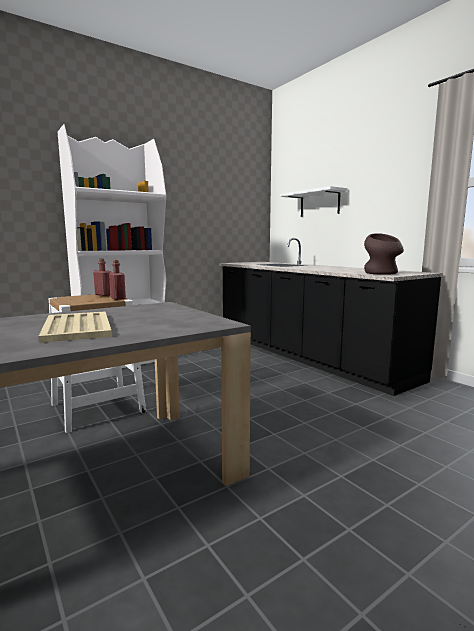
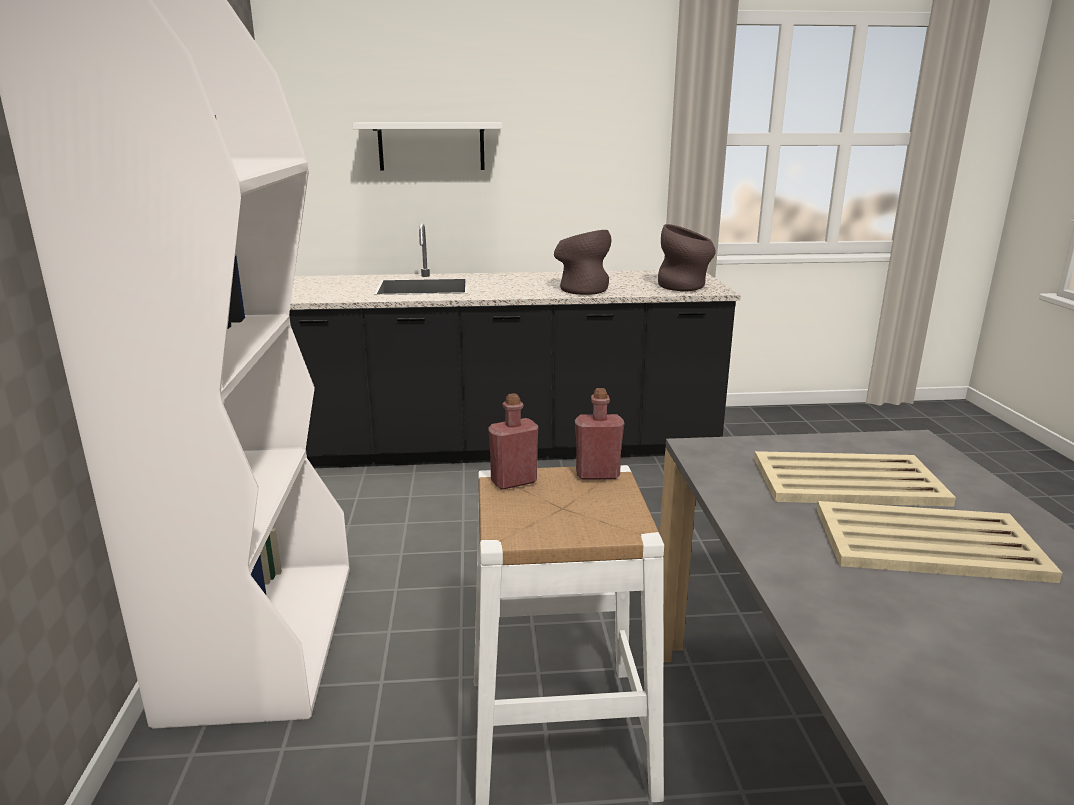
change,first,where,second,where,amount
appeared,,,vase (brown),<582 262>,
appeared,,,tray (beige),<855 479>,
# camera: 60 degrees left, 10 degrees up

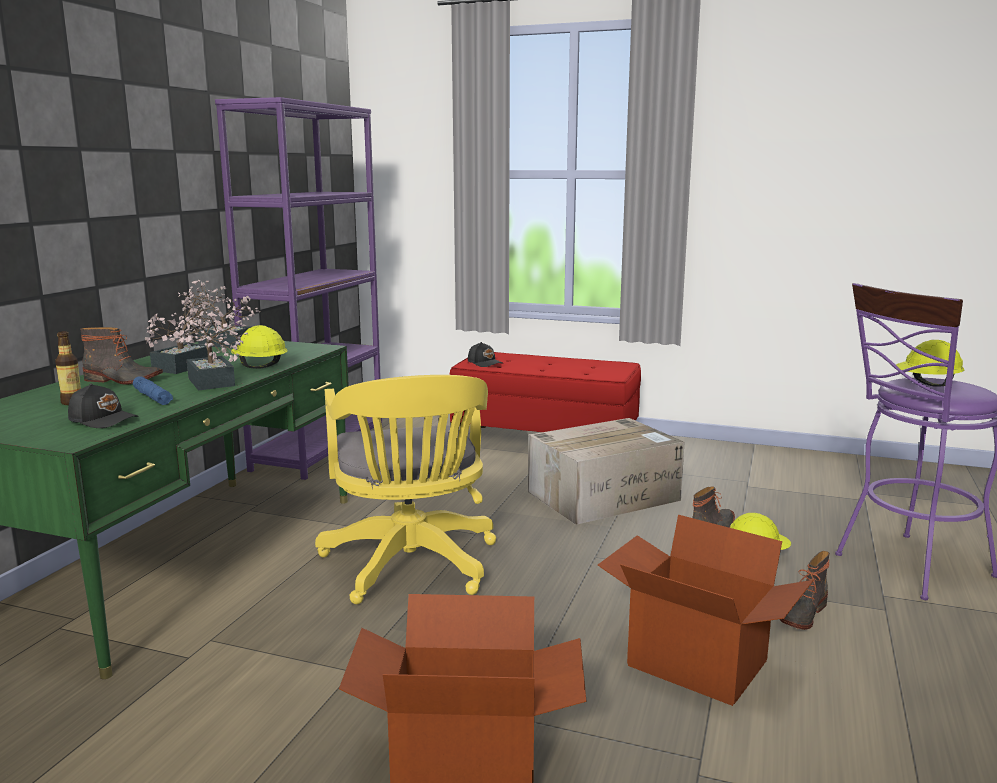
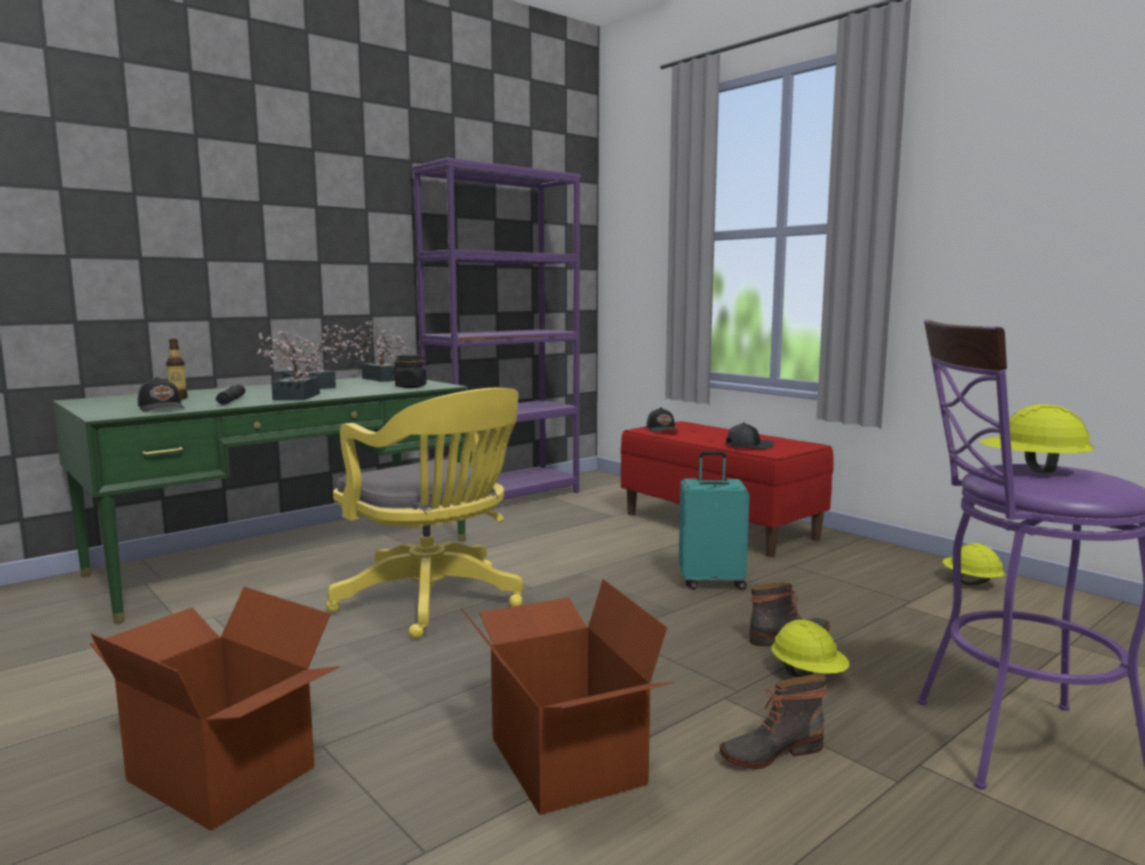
change,first,where,second,where,amount
colour,flashlight (blue),<153 390>,flashlight (black),<231 395>,
spun,office chair (yellow),<405 489>,,<424 513>,60 degrees counterclockwise
appeared,,,jar (black),<411 371>,
exchanged,cardboard box,<606 471>,suitcase (turquoise),<714 520>,
appeared,,,cap (black),<750 435>,
relocated,hard hat (yellow),<259 347>,,<974 564>,
missing,boot,<121 356>,,,
# camera: 30 degrees right, 5 degrees down

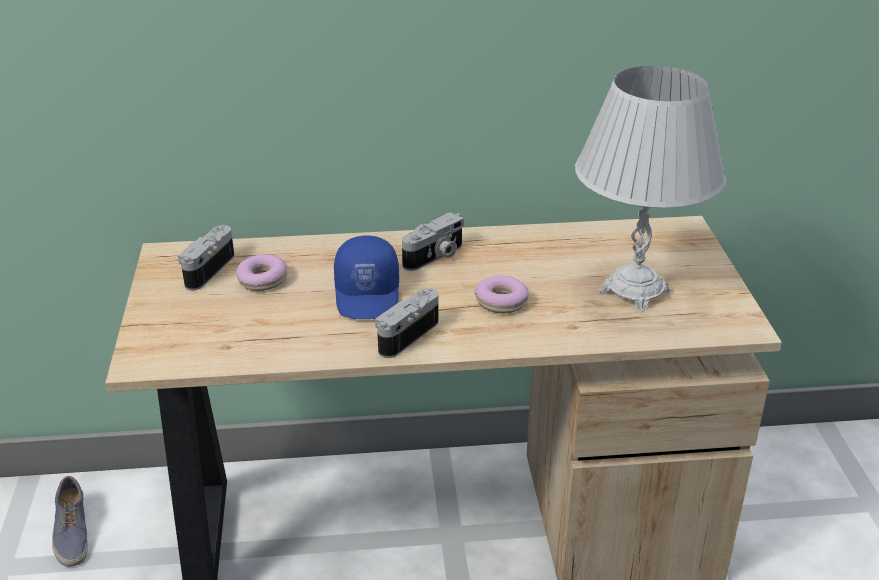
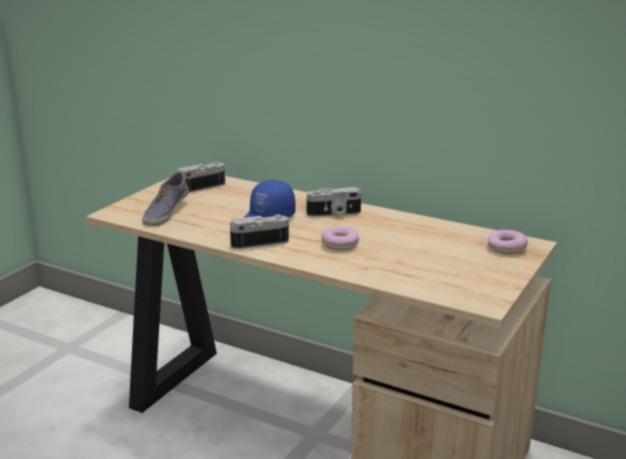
change,first,where,second,where,amount
relocated,shoe,<70 521>,,<165 199>,
relocated,donut,<261 272>,,<508 242>,
missing,table lamp (white),<651 189>,,,
# camera: 35 degrees right, 10 degrees down

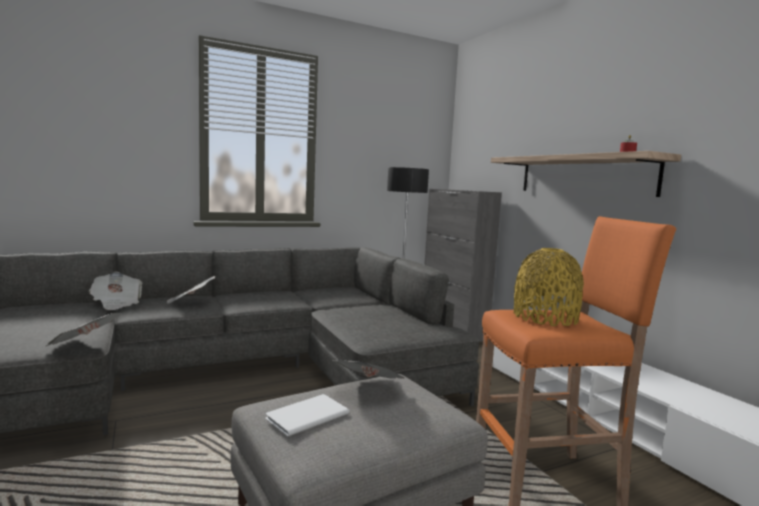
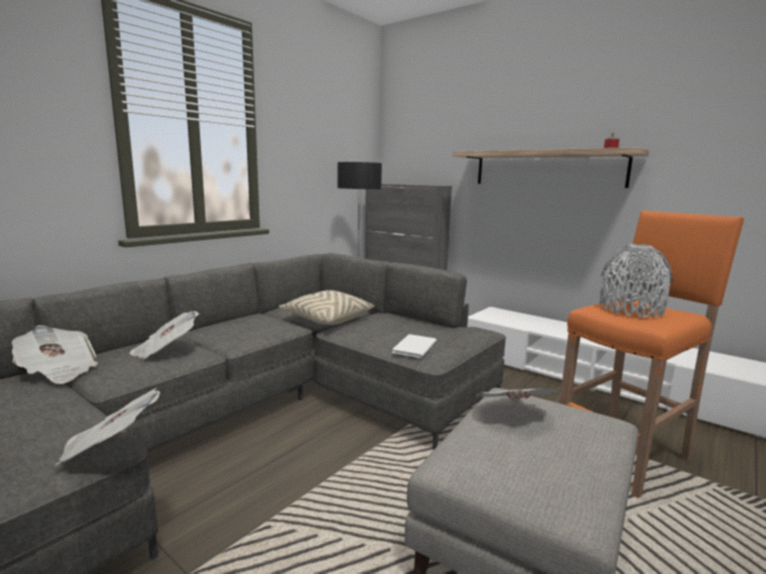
change,first,where,second,where,amount
appeared,,,pillow (beige),<326 307>,
relocated,book (white),<307 415>,,<414 346>,
colour,vase (yellow),<549 287>,vase (grey),<636 281>,
# camera: 25 degrees left, 5 degrees up

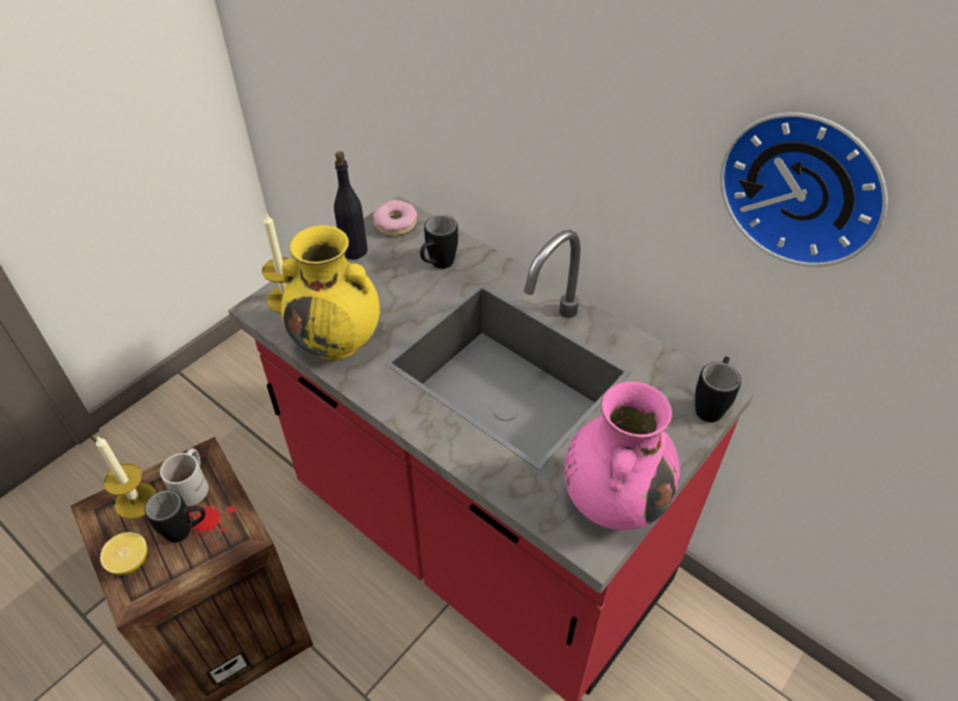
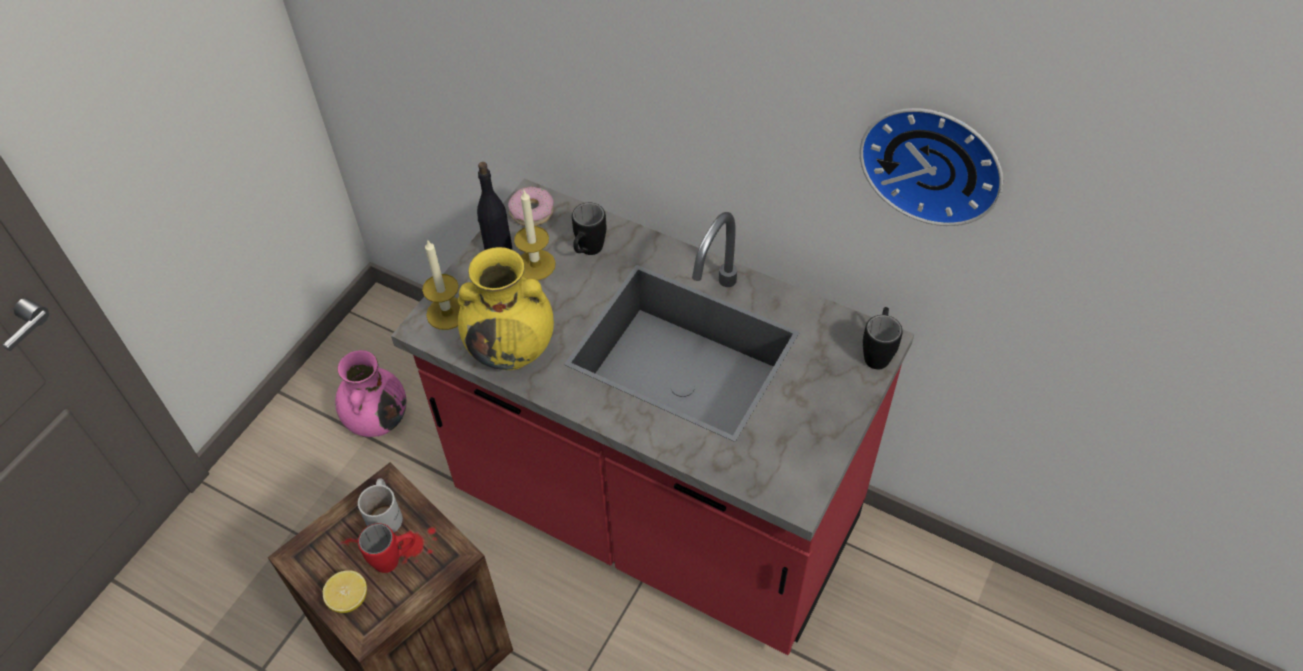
change,first,where,second,where,amount
relocated,vase (pink),<622 455>,,<370 393>,
colour,mug (black),<175 516>,mug (red),<386 548>,
relocated,candle,<126 477>,,<535 235>,
# camera: 10 degrees left, 5 degrees up

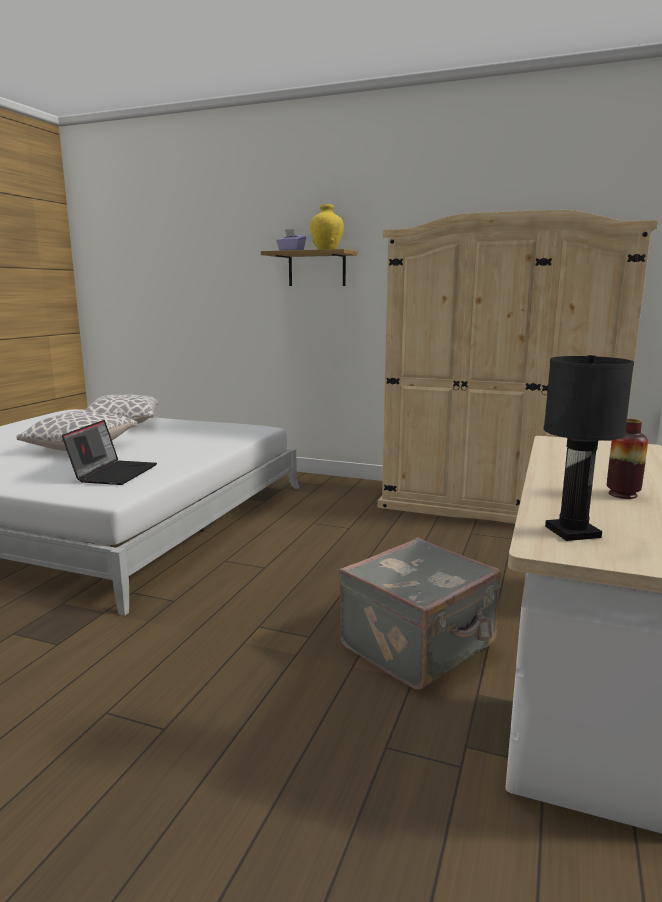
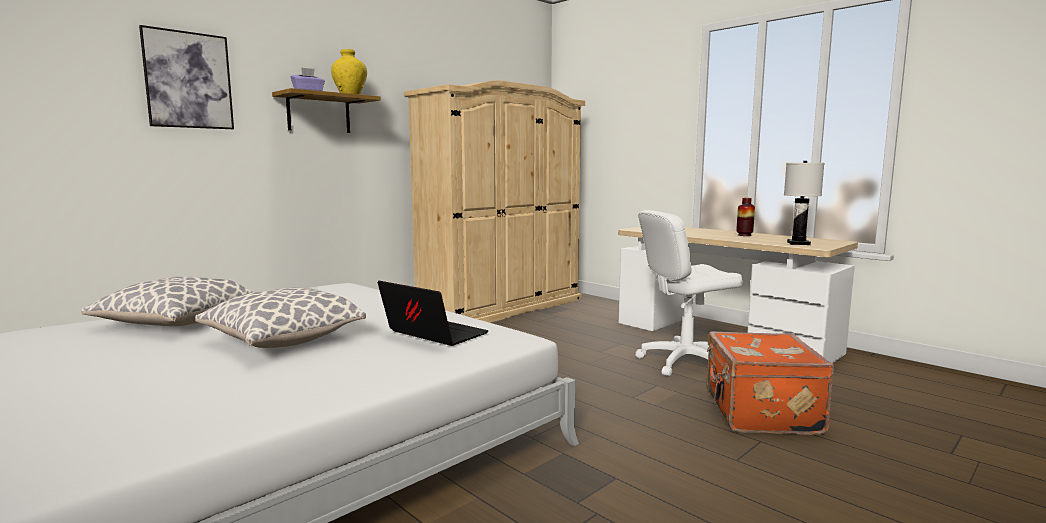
change,first,where,second,where,amount
appeared,,,picture,<186 77>,
exchanged,suitcase (grey),<420 613>,office chair (white),<689 293>,
appeared,,,suitcase (orange),<770 383>,
colour,table lamp (black),<589 448>,table lamp (white),<804 203>,
# camera: 65 degrees left, 5 degrees down

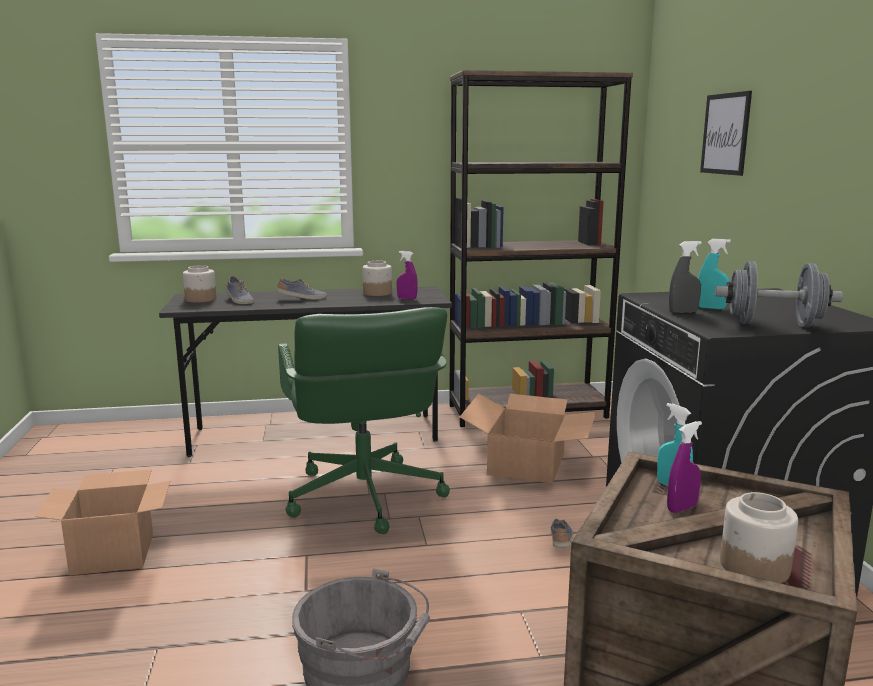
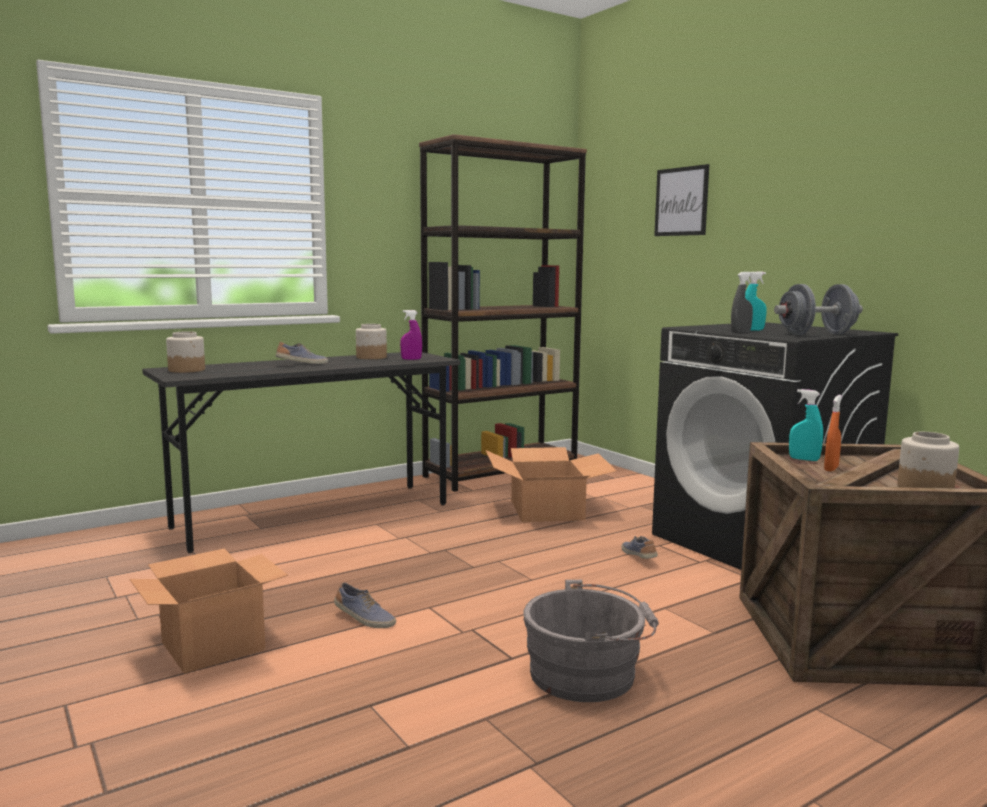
change,first,where,second,where,amount
relocated,shoe,<240 290>,,<365 605>,
colour,spray bottle (purple),<684 467>,spray bottle (orange),<833 433>,
missing,office chair (green),<364 420>,,,
# camera: 25 degrees left, 5 degrees down

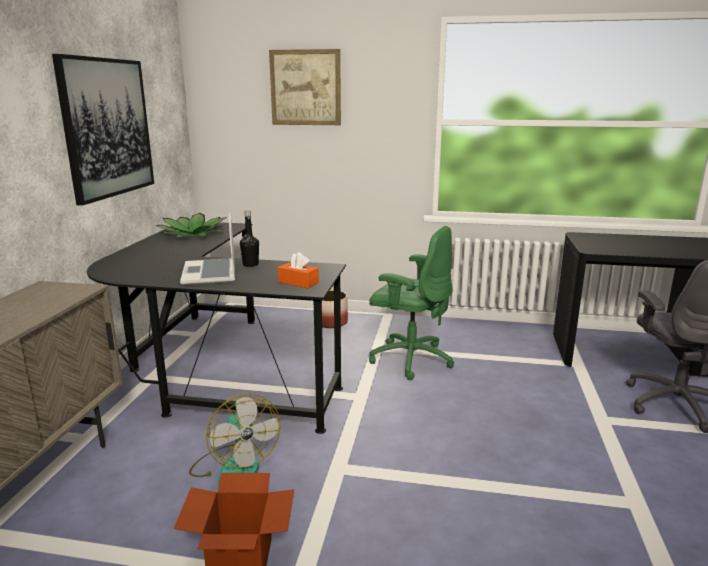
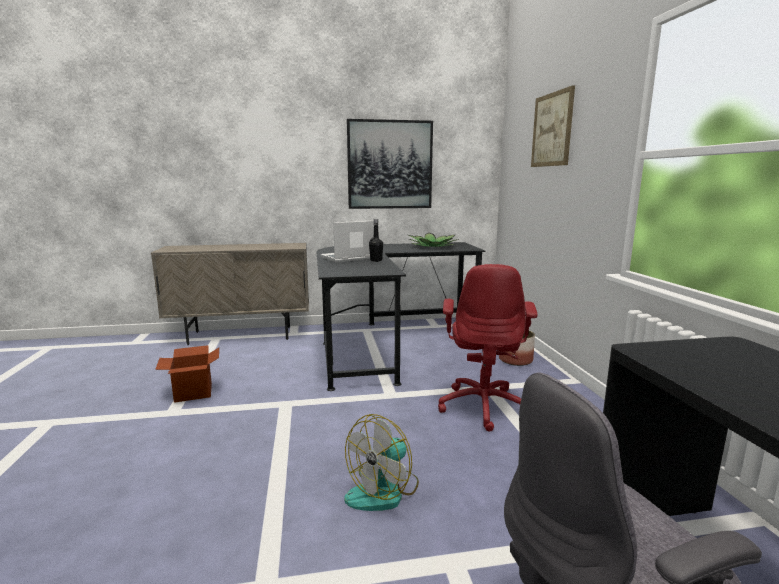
change,first,where,second,where,amount
relocated,fan,<235 440>,,<381 462>,
colour,office chair (green),<411 303>,office chair (red),<487 348>,
missing,tissue box (orange),<298 270>,,,
# camera: 70 degrees right, 5 degrees down

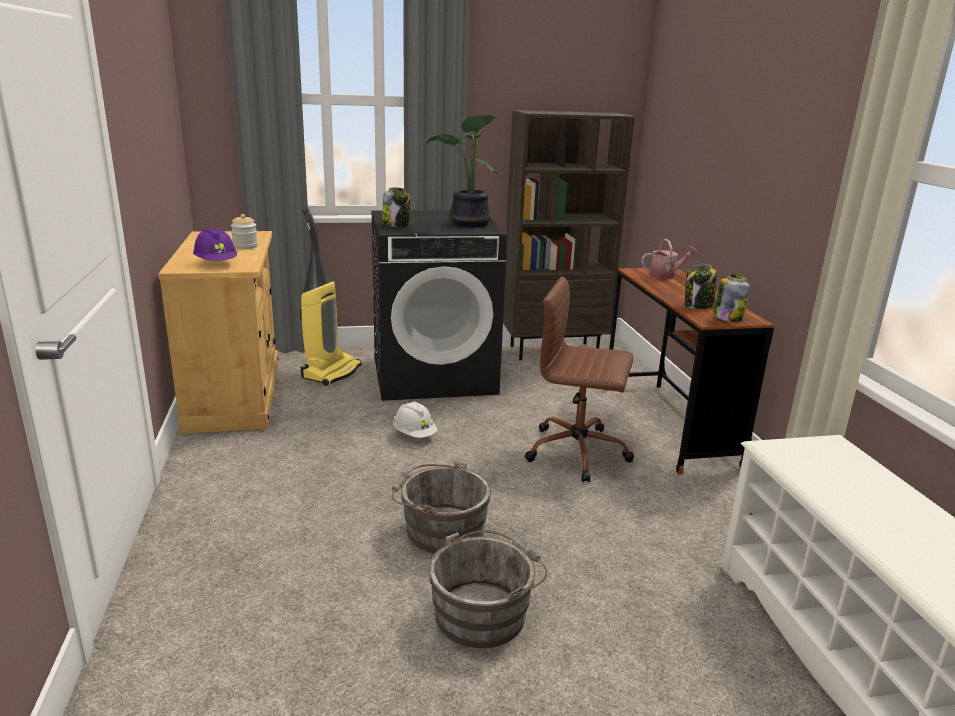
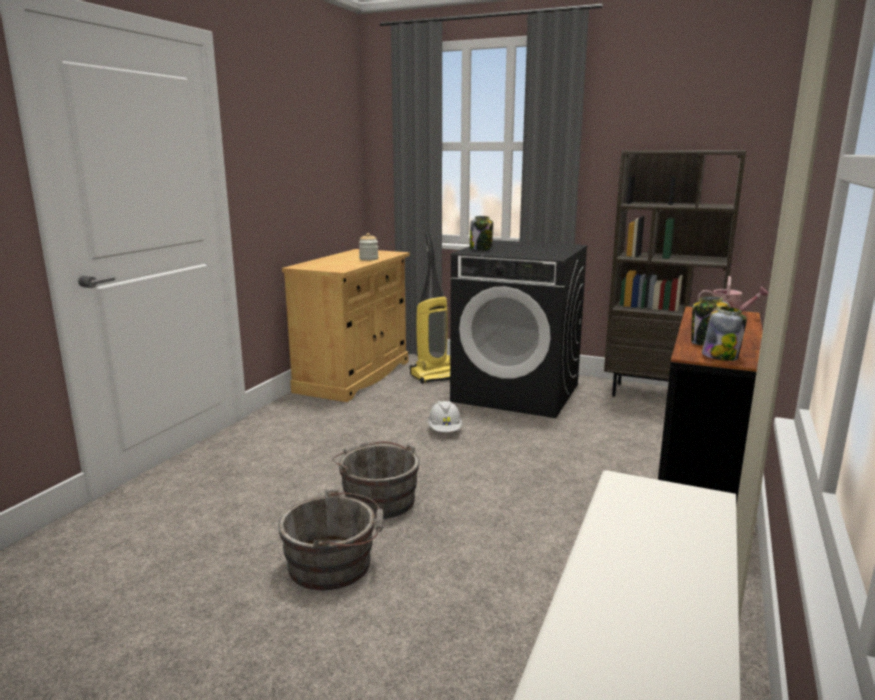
change,first,where,second,where,amount
missing,hard hat (purple),<215 244>,,,
missing,potted plant,<461 171>,,,
missing,office chair (brown),<579 379>,,,
# camera: 35 degrees right, 5 degrees down

